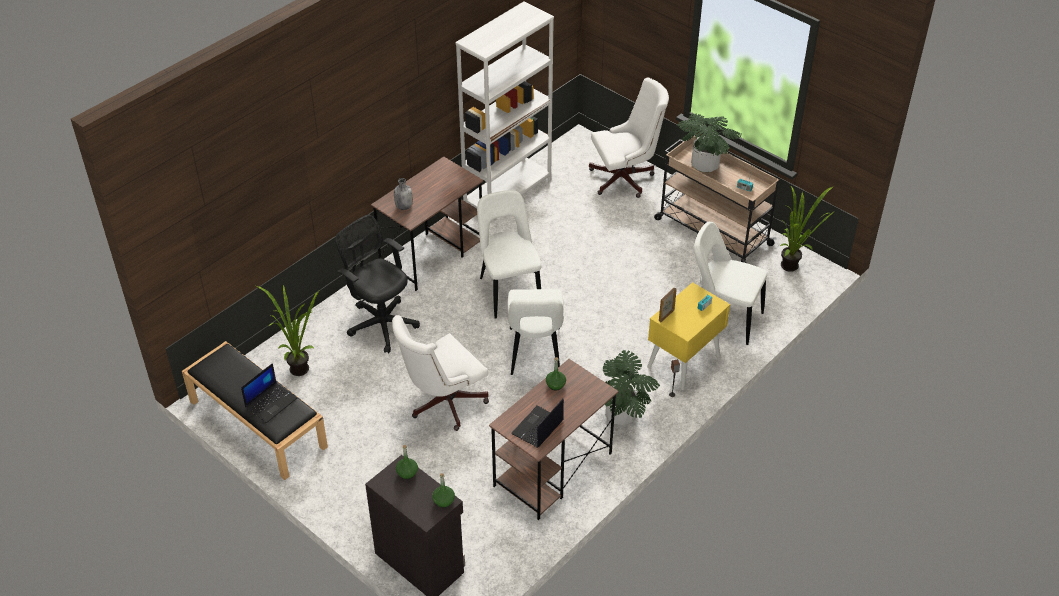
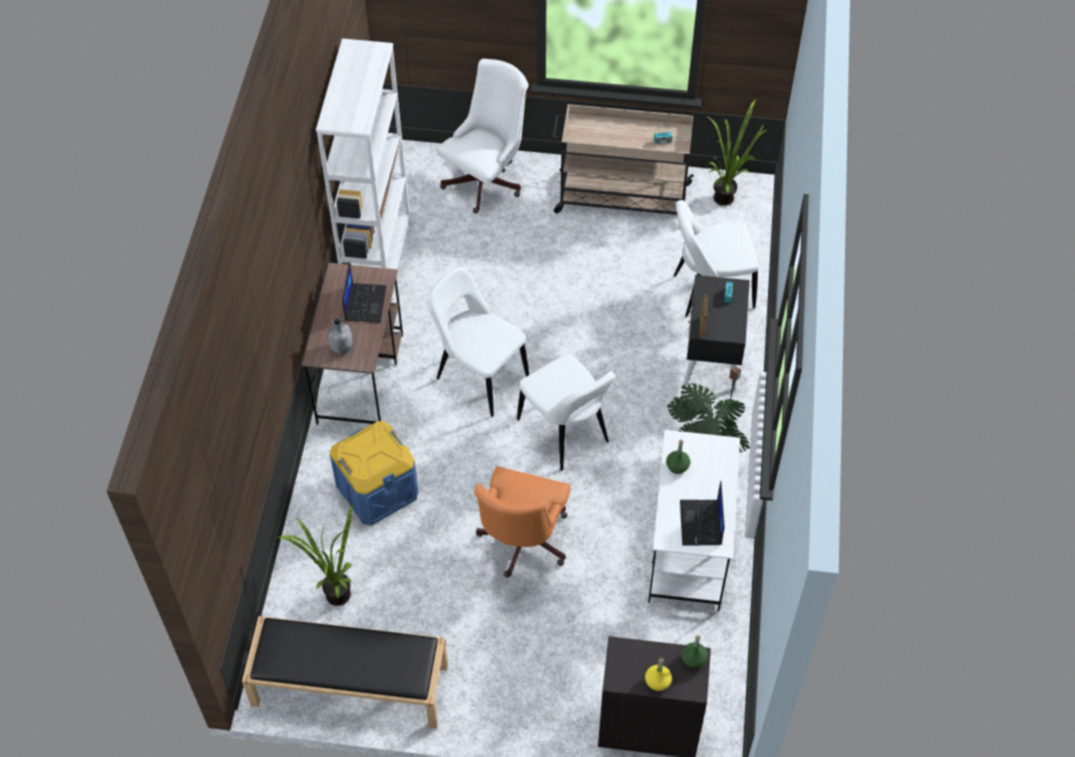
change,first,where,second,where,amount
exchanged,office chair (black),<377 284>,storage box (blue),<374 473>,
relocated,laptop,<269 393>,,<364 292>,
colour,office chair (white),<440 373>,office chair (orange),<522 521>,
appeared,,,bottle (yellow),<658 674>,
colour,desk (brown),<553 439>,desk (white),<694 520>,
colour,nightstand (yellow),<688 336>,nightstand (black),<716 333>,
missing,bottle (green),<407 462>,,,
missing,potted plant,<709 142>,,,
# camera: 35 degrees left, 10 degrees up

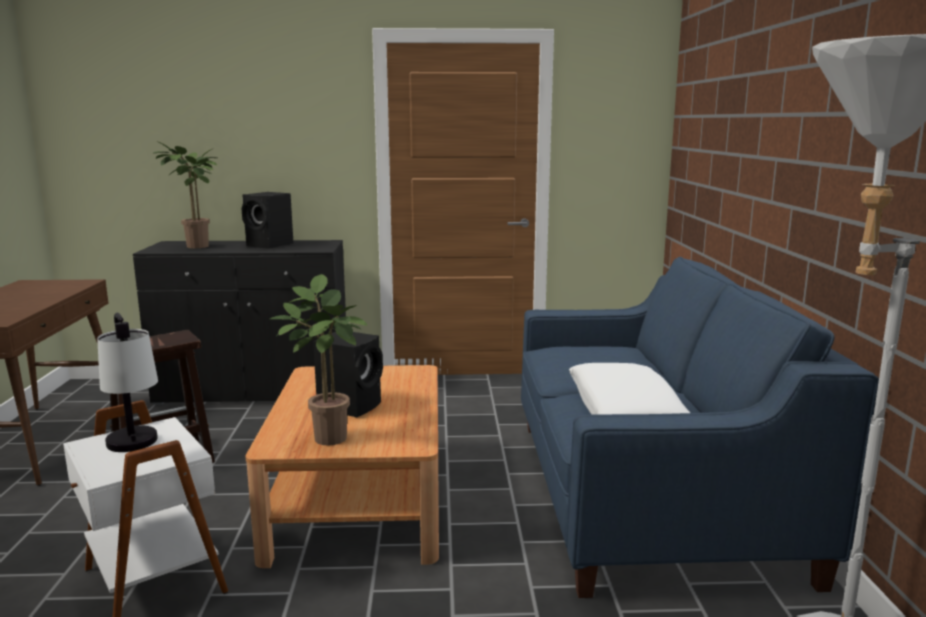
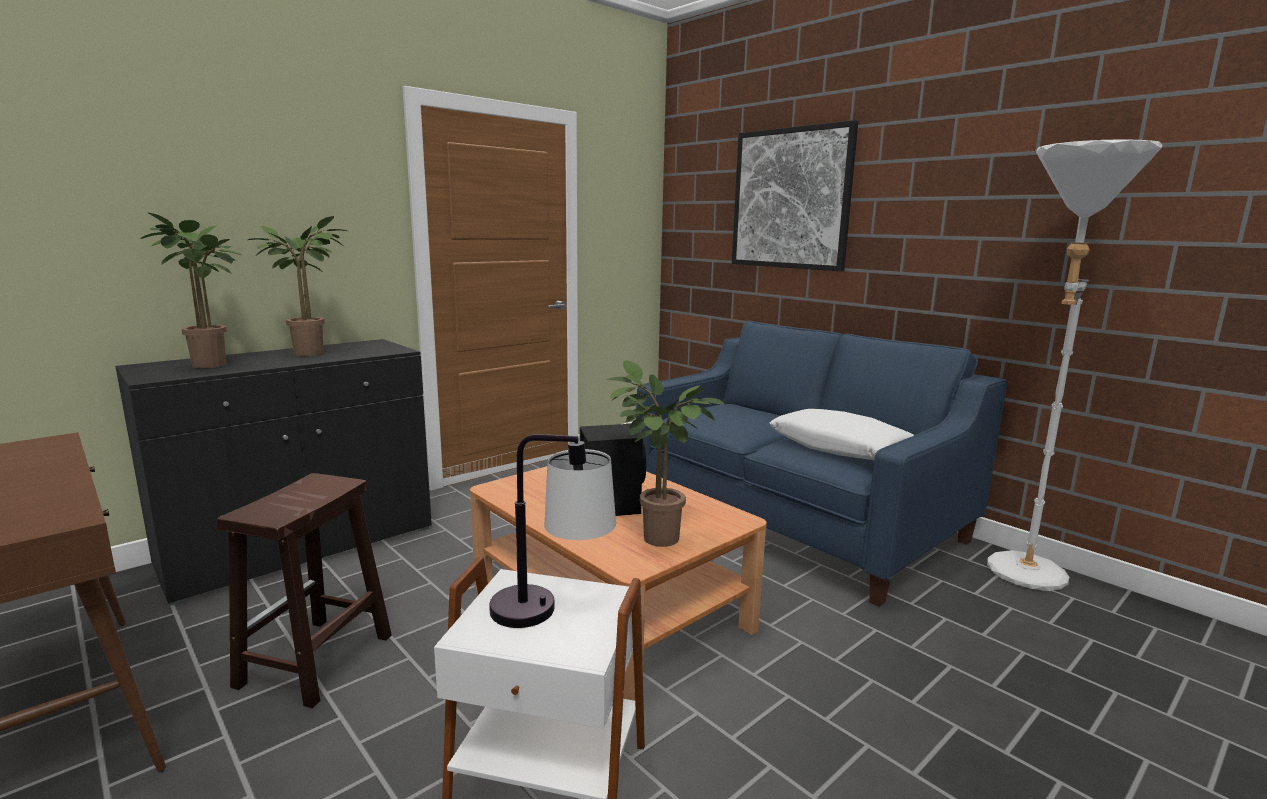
change,first,where,second,where,amount
exchanged,speaker (black),<267 220>,potted plant,<298 286>,
appeared,,,picture,<795 195>,
# camera: 40 degrees left, 0 degrees up

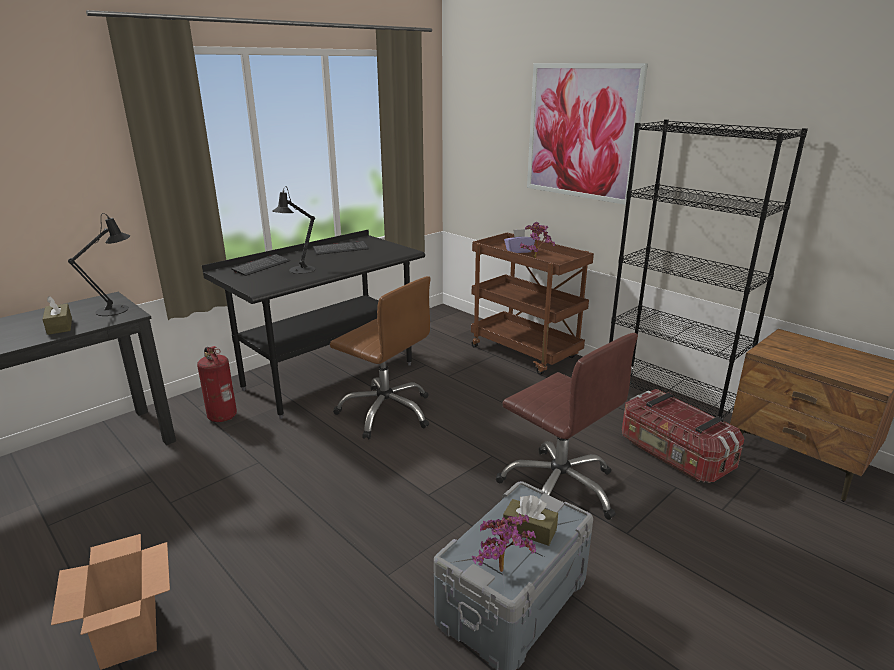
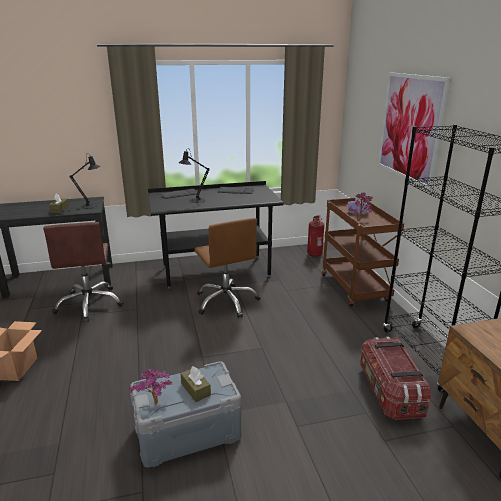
change,first,where,second,where,amount
relocated,office chair (brown),<567 426>,,<83 272>,
relocated,fire extinguisher,<217 384>,,<315 236>,
# camera: 30 degrees right, 0 degrees up

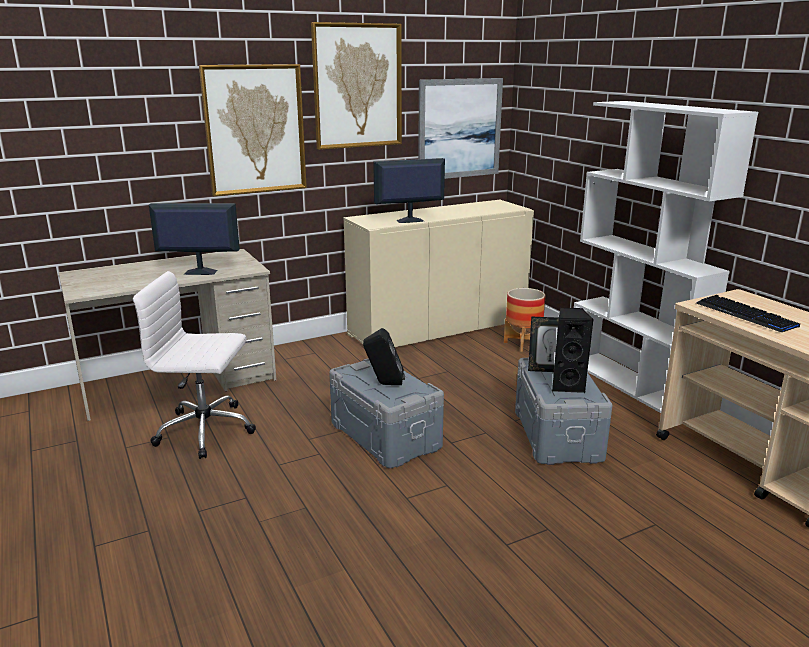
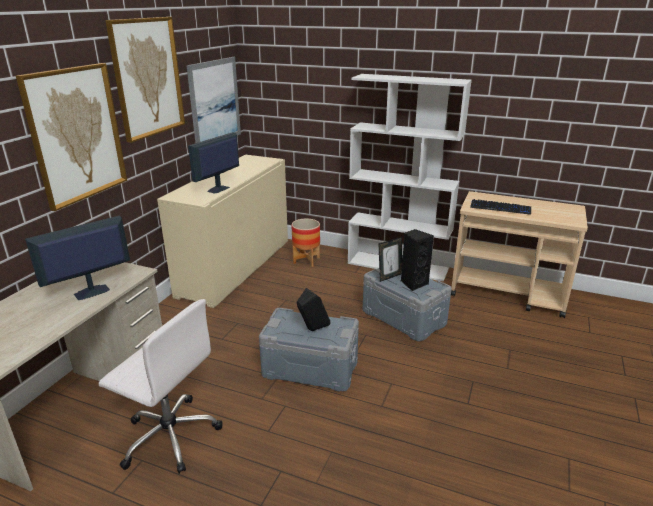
change,first,where,second,where,amount
spun,office chair (white),<194 365>,,<161 386>,120 degrees counterclockwise
# camera: 40 degrees left, 5 degrees up

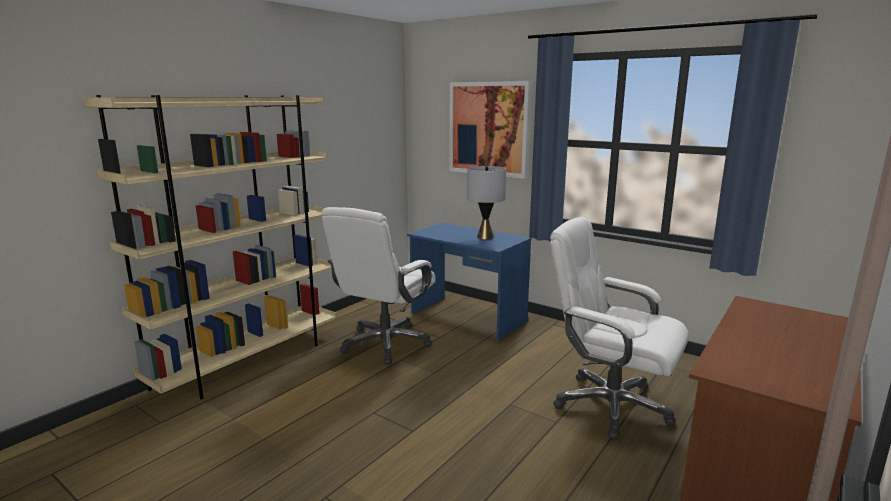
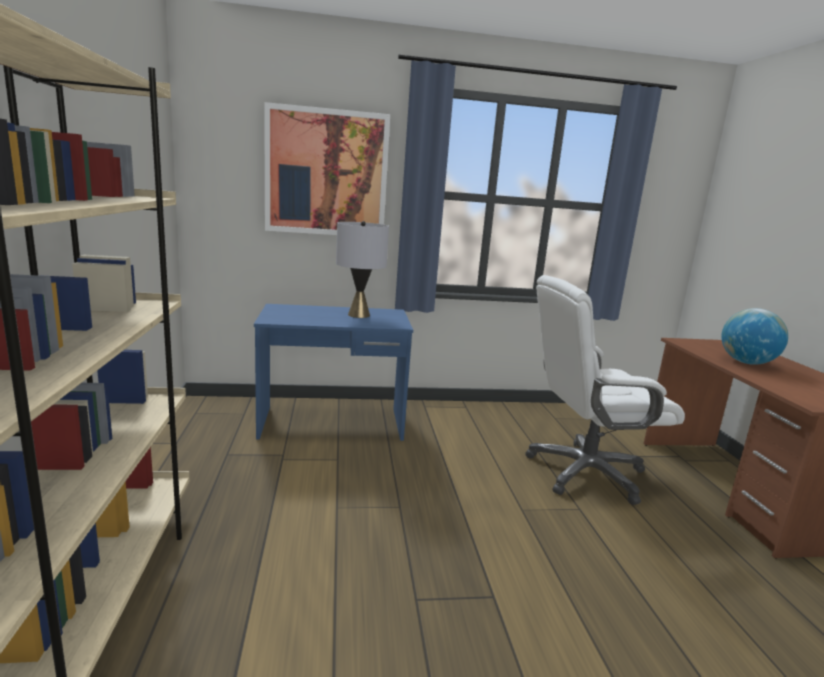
change,first,where,second,where,amount
appeared,,,globe,<754 336>,
missing,office chair (white),<379 286>,,,
# camera: 45 degrees left, 0 degrees up

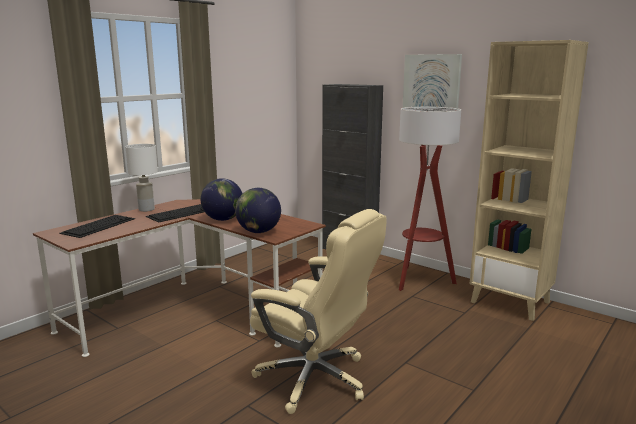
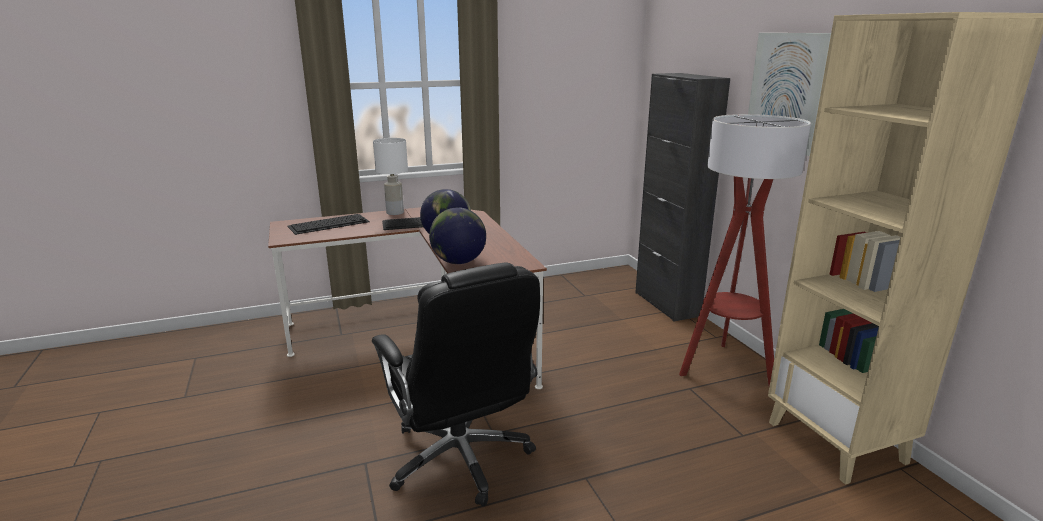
change,first,where,second,where,amount
colour,office chair (beige),<318 311>,office chair (black),<456 384>,
# camera: 30 degrees right, 5 degrees up

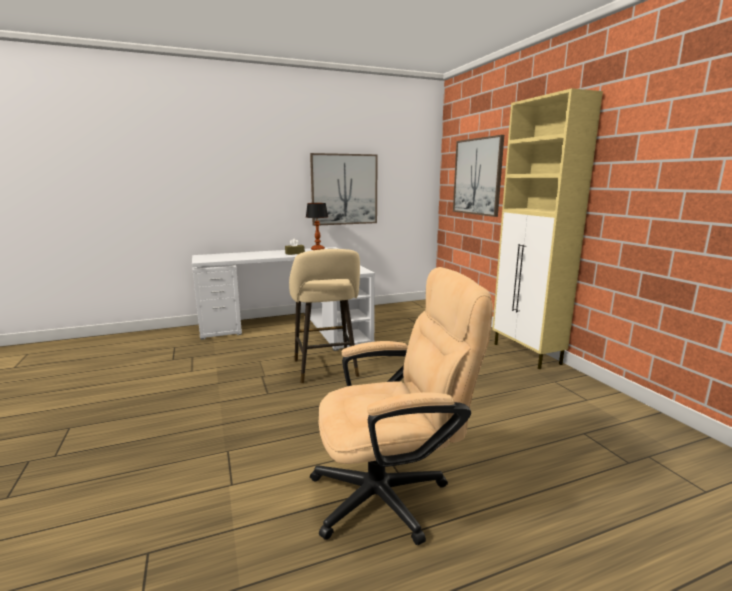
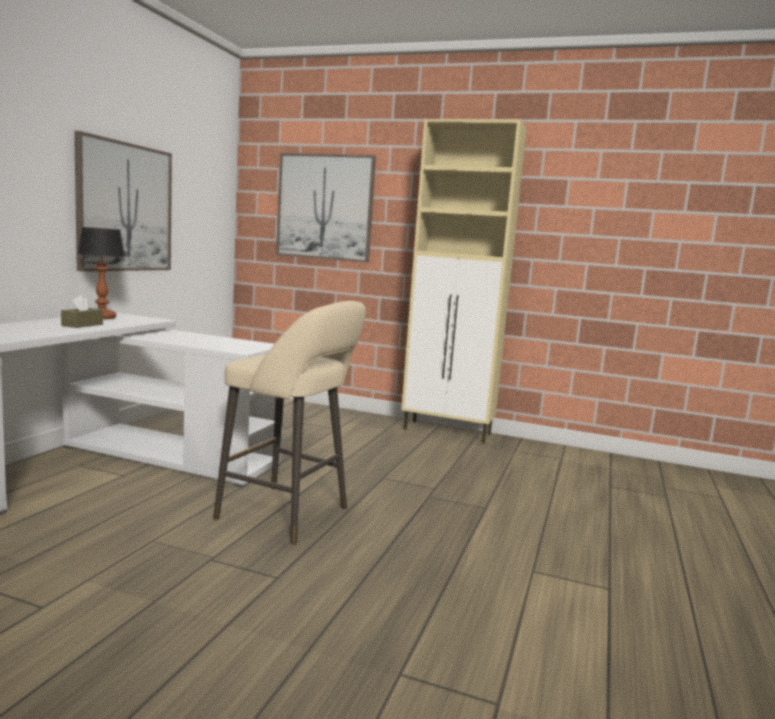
change,first,where,second,where,amount
missing,office chair (beige),<401 406>,,,
# camera: 50 degrees left, 5 degrees down

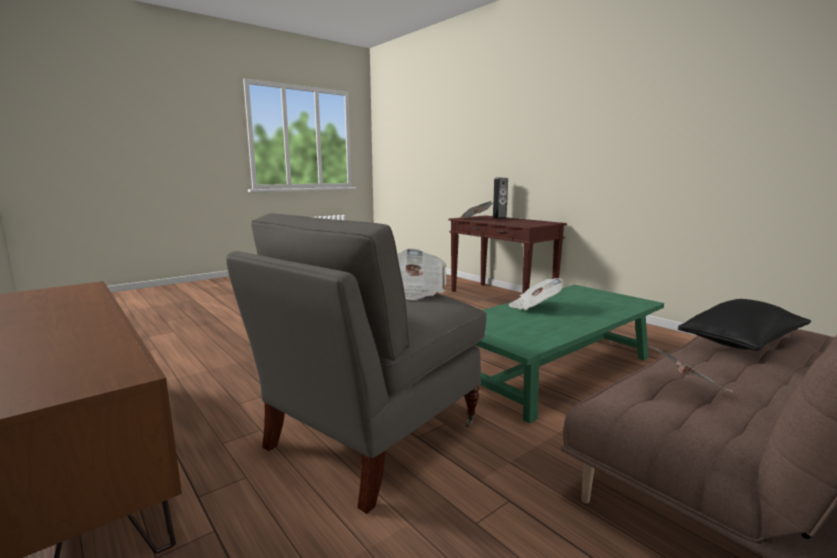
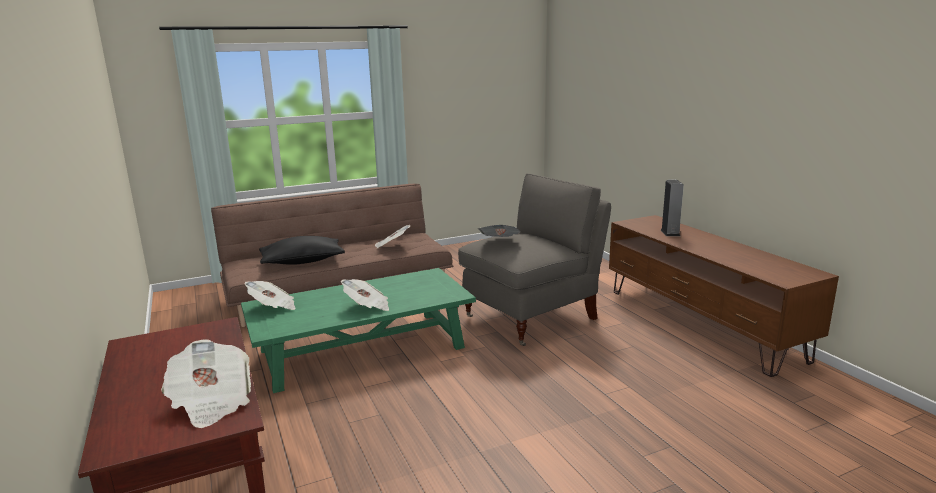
change,first,where,second,where,amount
appeared,,,newspaper,<269 295>,
relocated,speaker,<500 198>,,<672 208>,
# camera: 165 degrees left, 5 degrees up

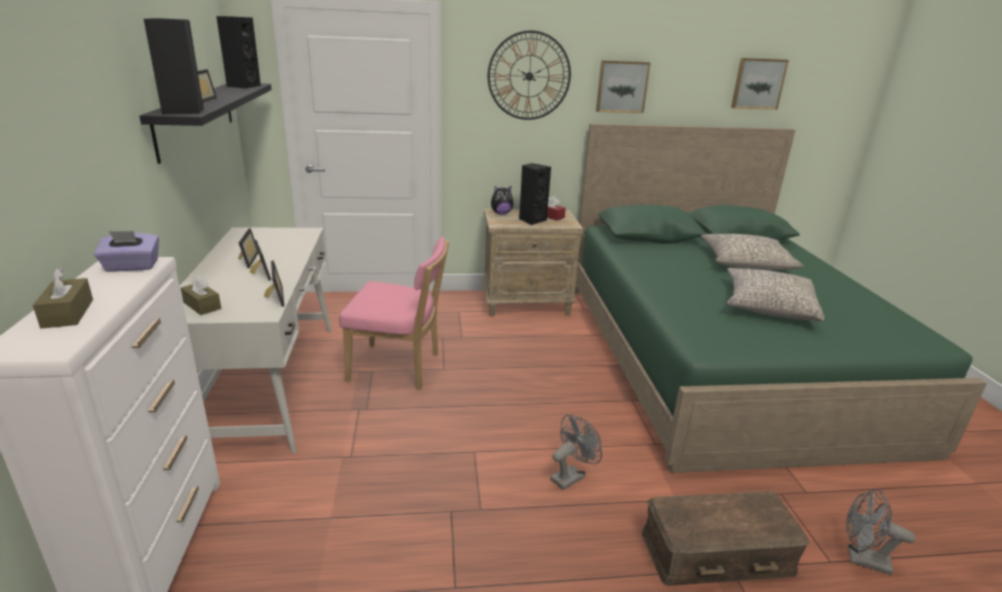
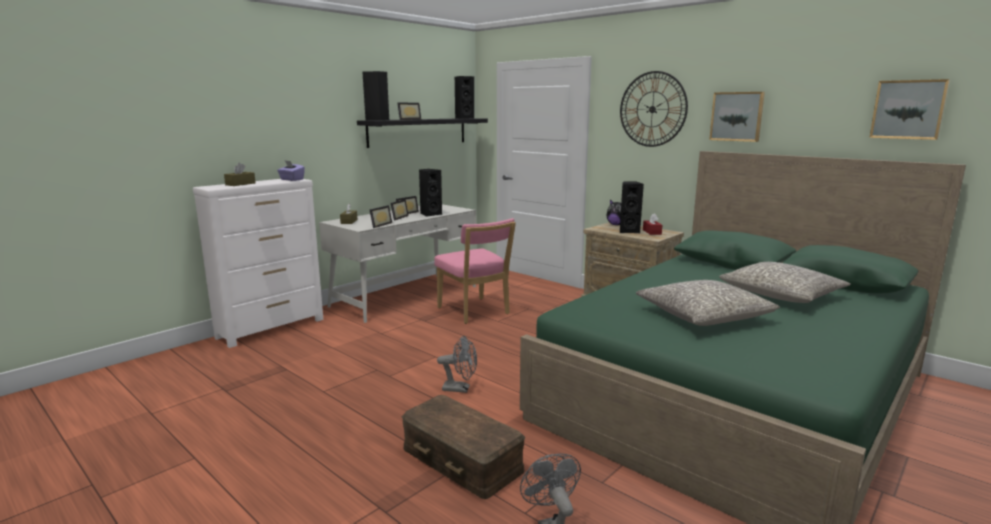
change,first,where,second,where,amount
appeared,,,speaker (black),<430 193>,
# camera: 50 degrees right, 10 degrees down

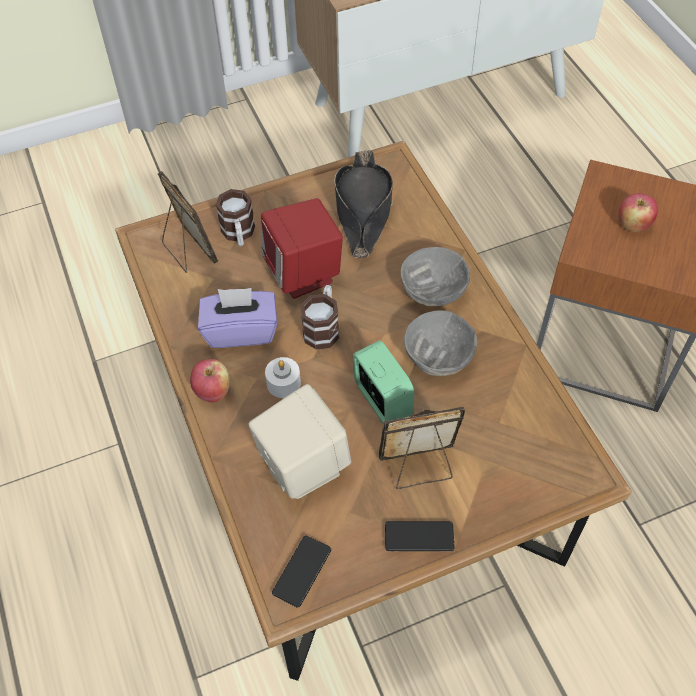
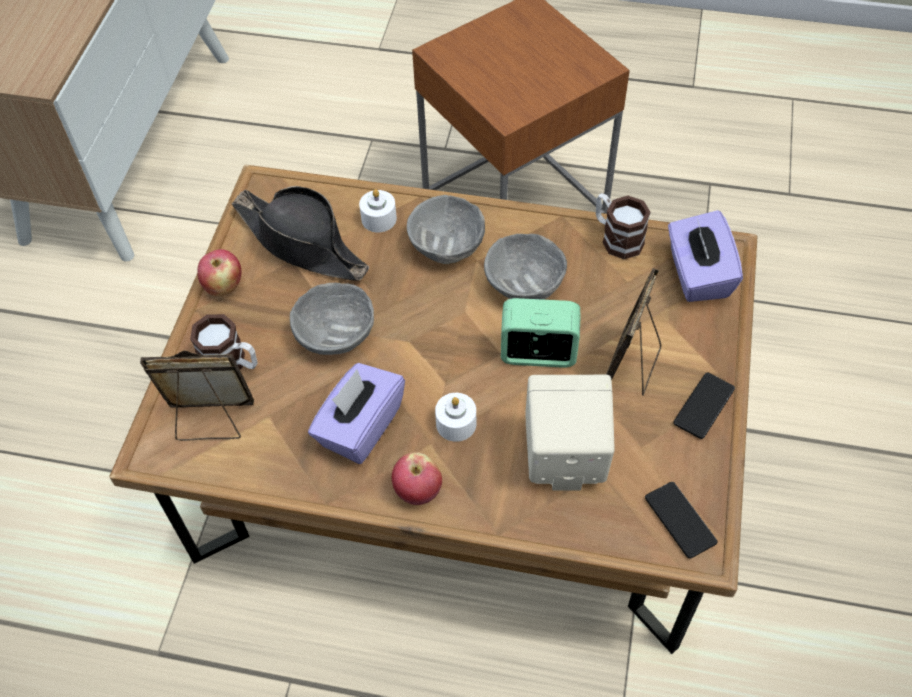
change,first,where,second,where,amount
relocated,apple,<638 212>,,<219 273>,
exchanged,speaker (red),<302 248>,bowl (grey),<332 319>,
appeared,,,candle (white),<378 210>,
relocated,mug,<319 317>,,<623 226>,
appeared,,,tissue box (purple),<705 256>,
# camera: 55 degrees left, 0 degrees up

